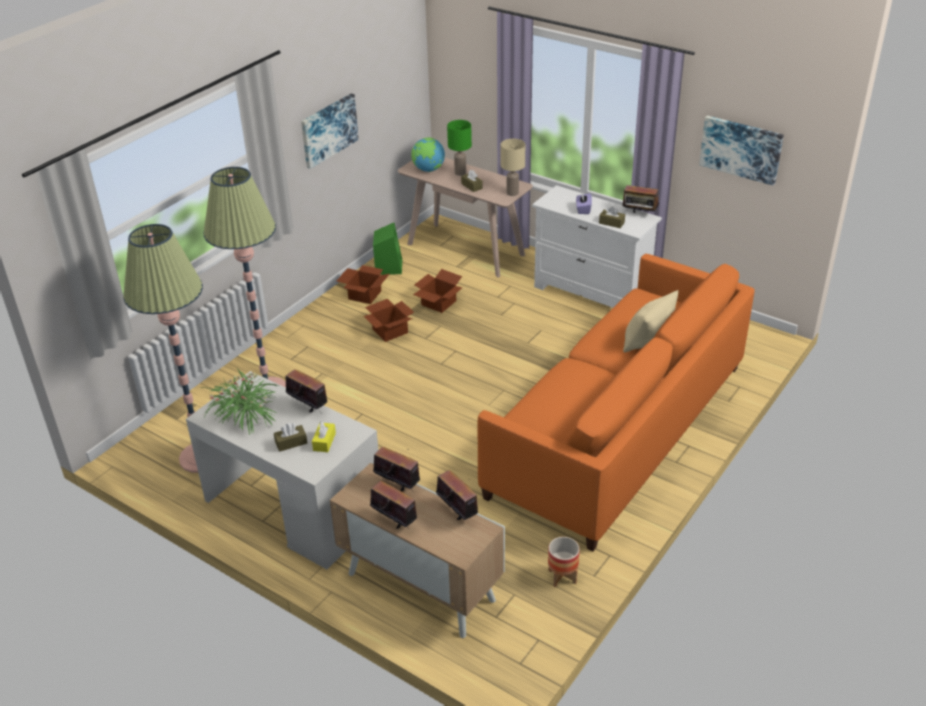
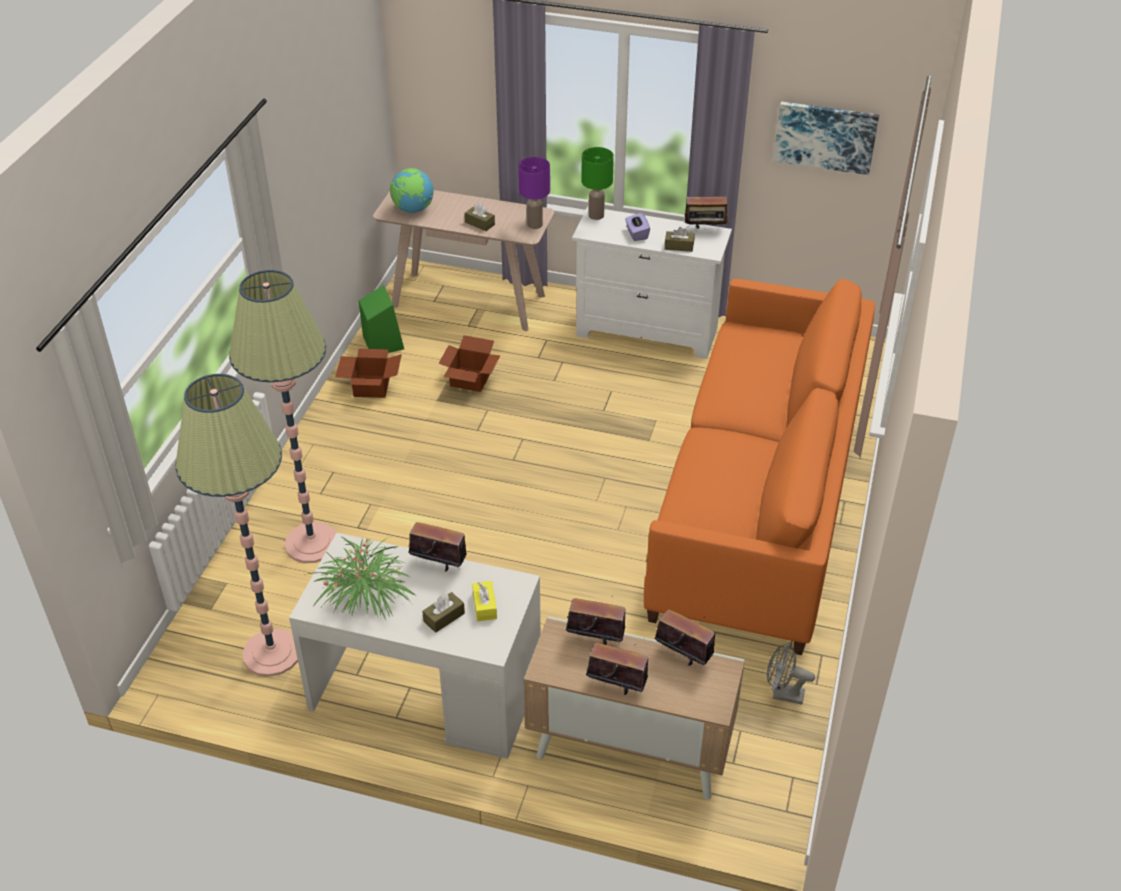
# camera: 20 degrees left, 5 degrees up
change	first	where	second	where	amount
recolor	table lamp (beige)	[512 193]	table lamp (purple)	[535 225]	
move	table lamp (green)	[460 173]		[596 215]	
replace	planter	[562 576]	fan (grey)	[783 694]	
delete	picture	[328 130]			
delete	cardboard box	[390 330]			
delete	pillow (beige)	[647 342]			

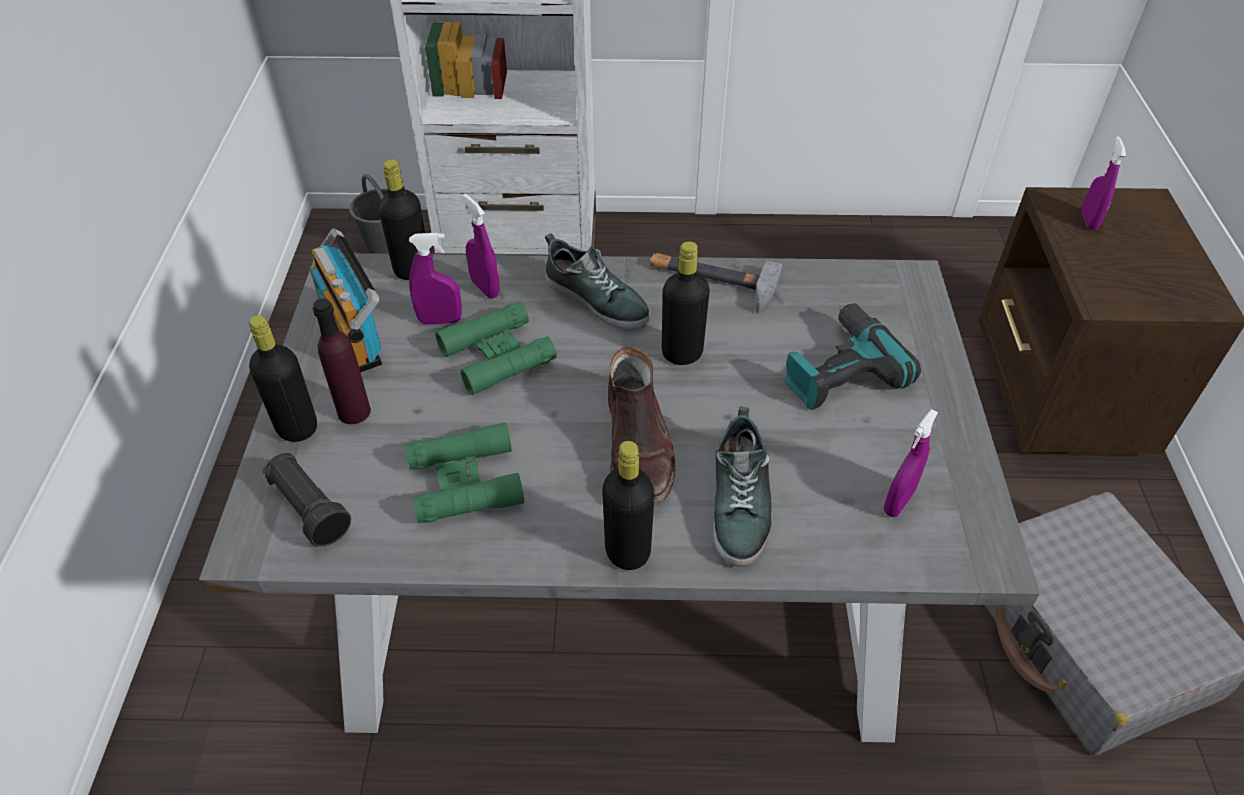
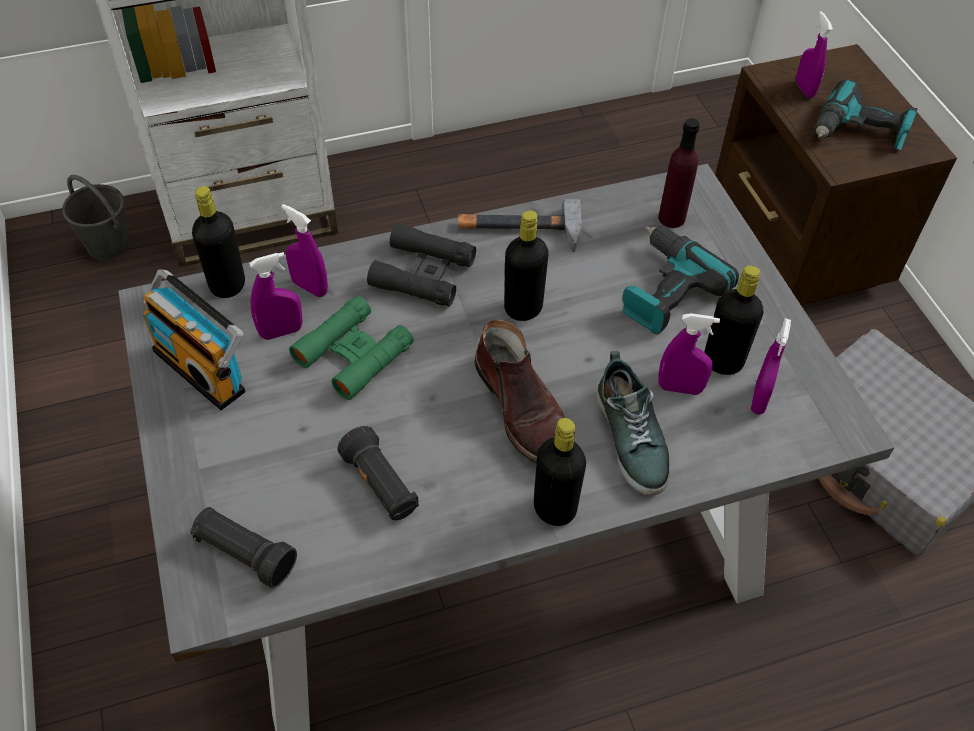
# camera: 20 degrees left, 5 degrees up
change	first	where	second	where	amount
replace	binoculars (green)	[465 481]	flashlight (black)	[381 485]	
replace	shoe	[597 299]	binoculars (black)	[423 273]	
move	bottle (purple)	[354 412]		[671 218]	
insert			spray bottle (purple)	[680 388]	
move	bottle (black)	[297 428]		[723 361]	
insert			power drill	[859 132]	

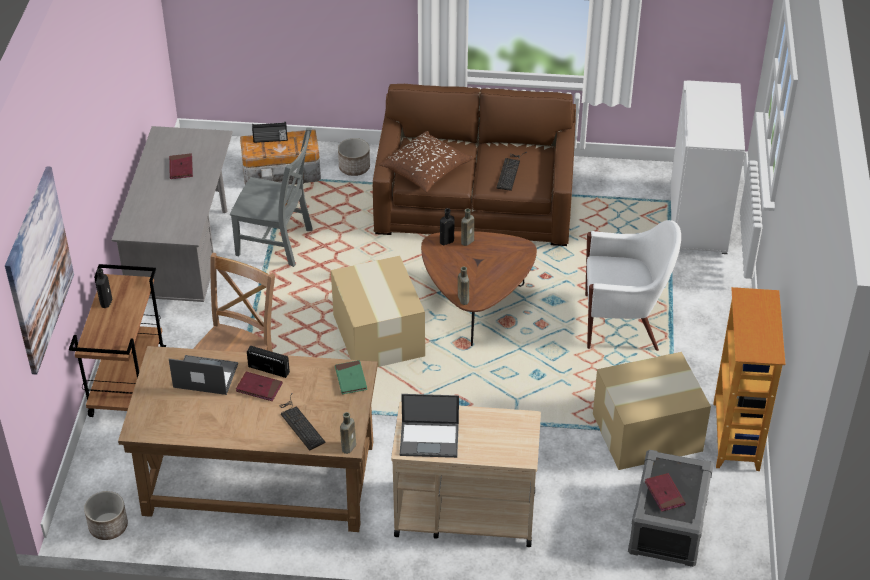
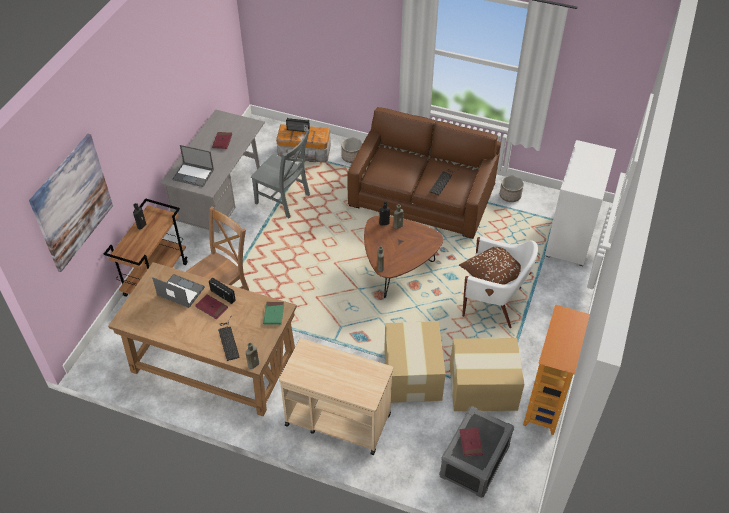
# camera: 15 degrees right, 5 degrees up
change	first	where	second	where	amount
move	laptop	[430 439]		[194 174]	
move	cardboard box	[378 337]		[412 375]	
move	pillow (brown)	[426 170]		[493 274]	
move	planter	[109 526]		[510 196]	

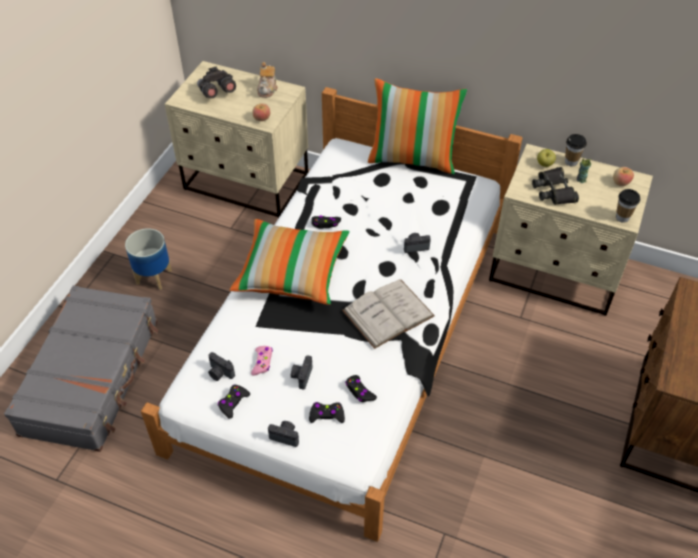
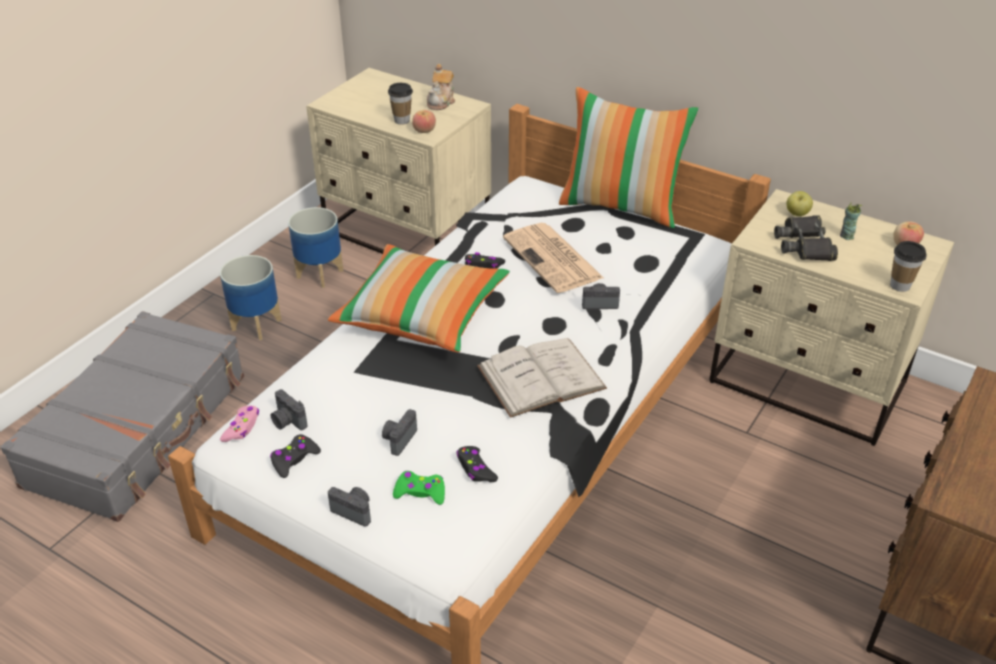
# camera: 10 degrees right, 10 degrees down
change	first	where	second	where	amount
move	game controller (pink)	[262 362]		[242 428]	
insert			planter	[320 273]	
move	cup	[571 162]		[402 120]	
recolor	game controller (black)	[326 415]	game controller (green)	[420 492]	
insert			newspaper	[554 259]	
delete	binoculars (grey)	[216 93]			

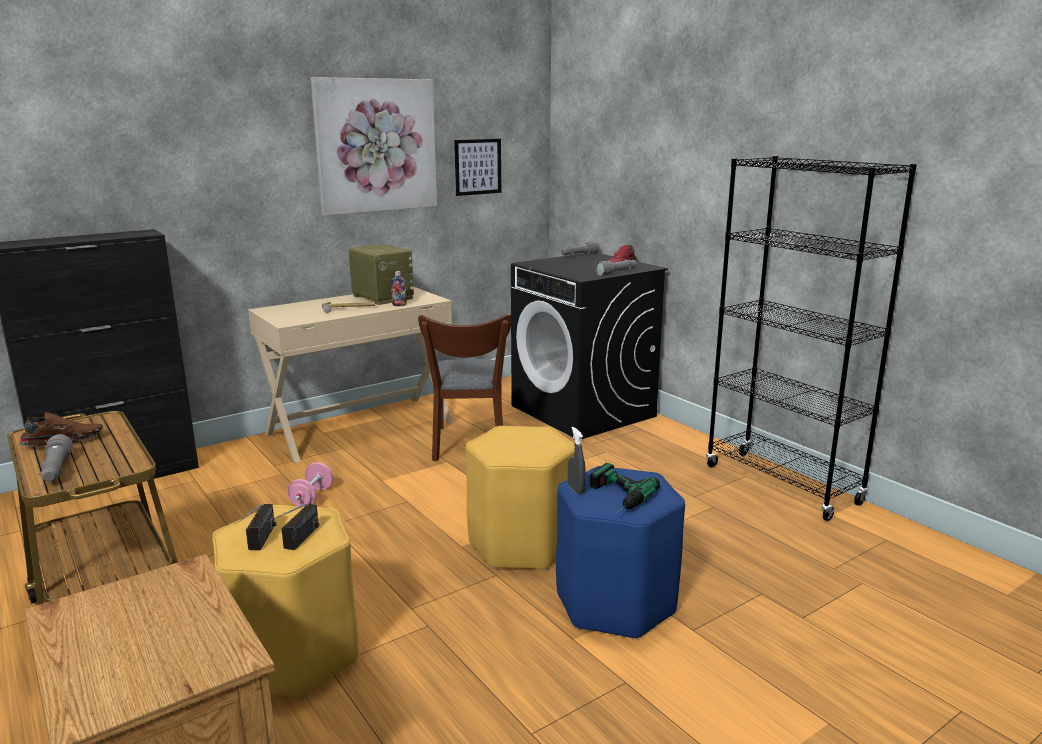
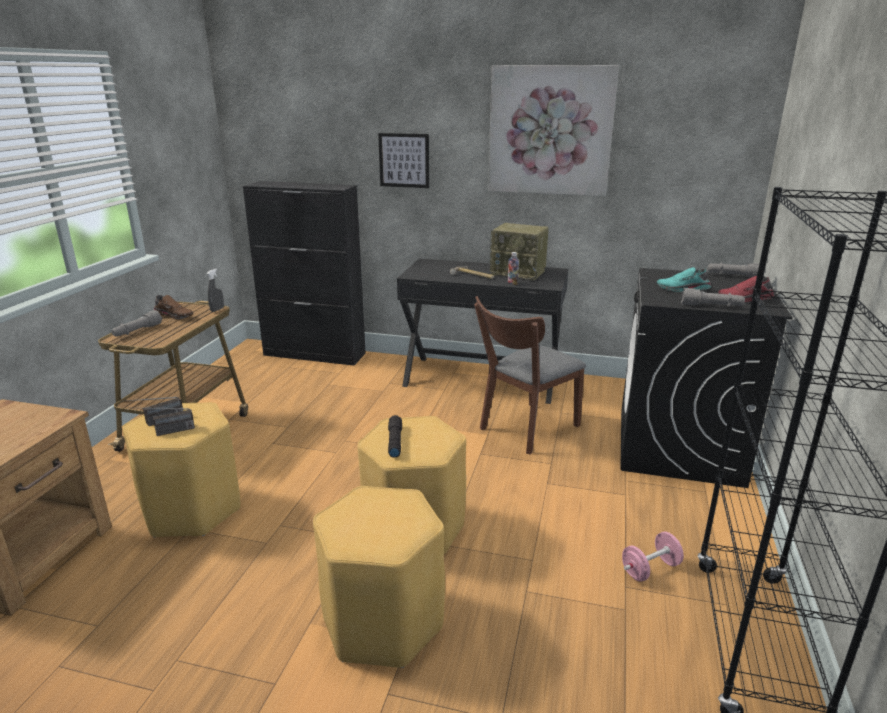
# camera: 50 degrees right, 5 degrees up
change	first	where	second	where	amount
move	spray bottle (grey)	[576 489]		[217 309]	
recolor	stool (blue)	[616 603]	stool (yellow)	[383 623]	
move	picture	[478 167]		[404 160]	
insert			flashlight (black)	[394 441]	
recolor	desk (beige)	[360 427]	desk (black)	[482 379]	
rotate	radio	[381 297]		[519 272]	105 degrees clockwise
move	dumbbell (pink)	[311 497]		[650 569]	
insert			shoe (turquoise)	[683 289]	
delete	power drill	[615 497]			

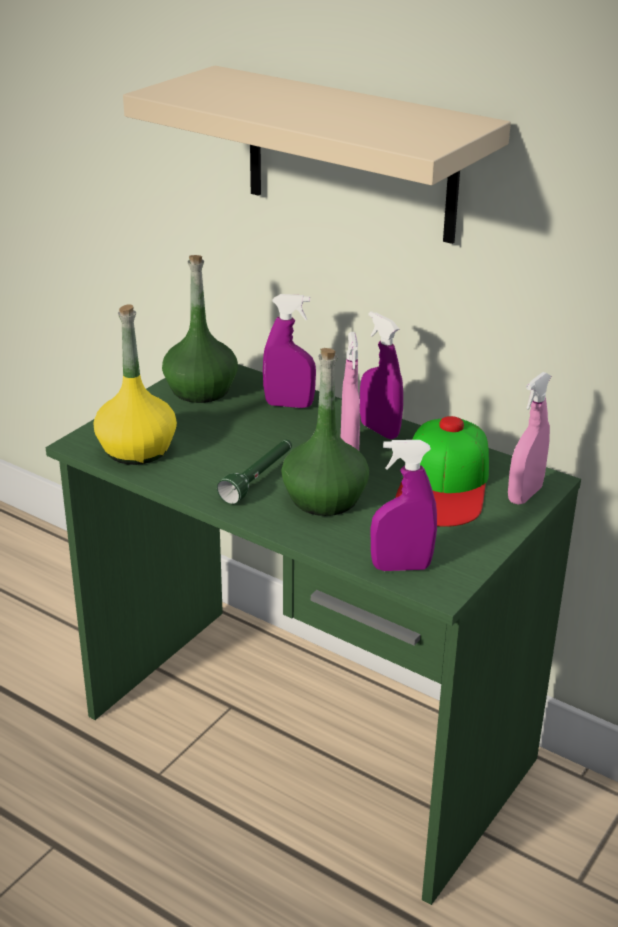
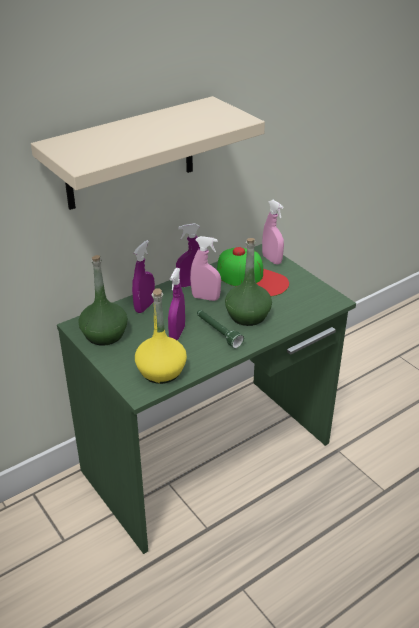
# camera: 70 degrees left, 5 degrees up
change	first	where	second	where	amount
move	spray bottle (purple)	[401 567]		[177 333]	

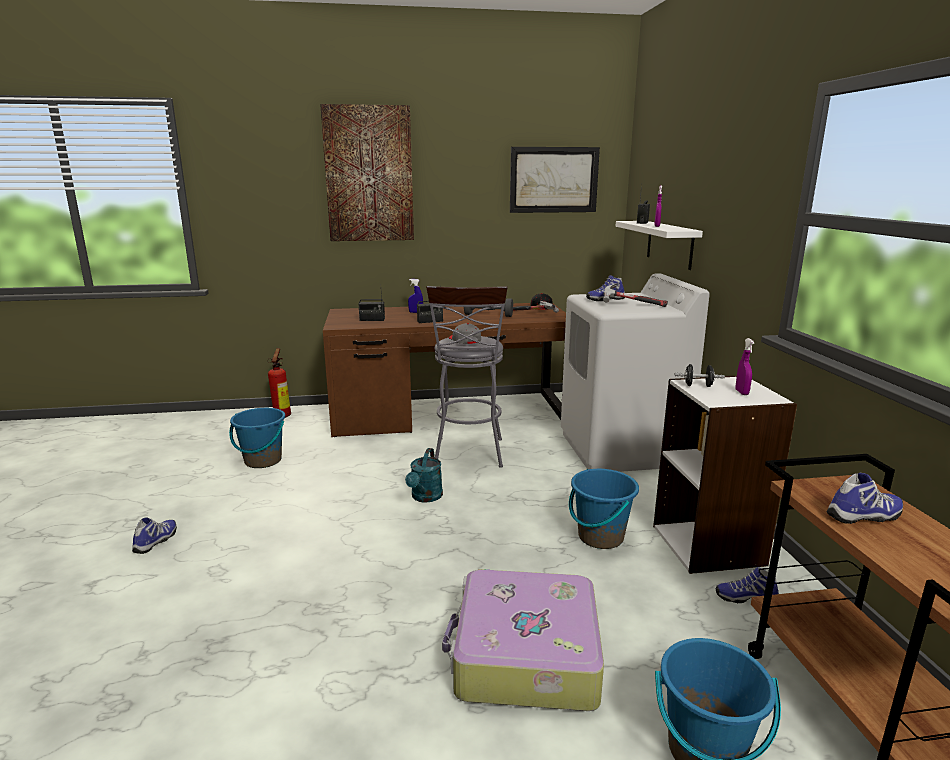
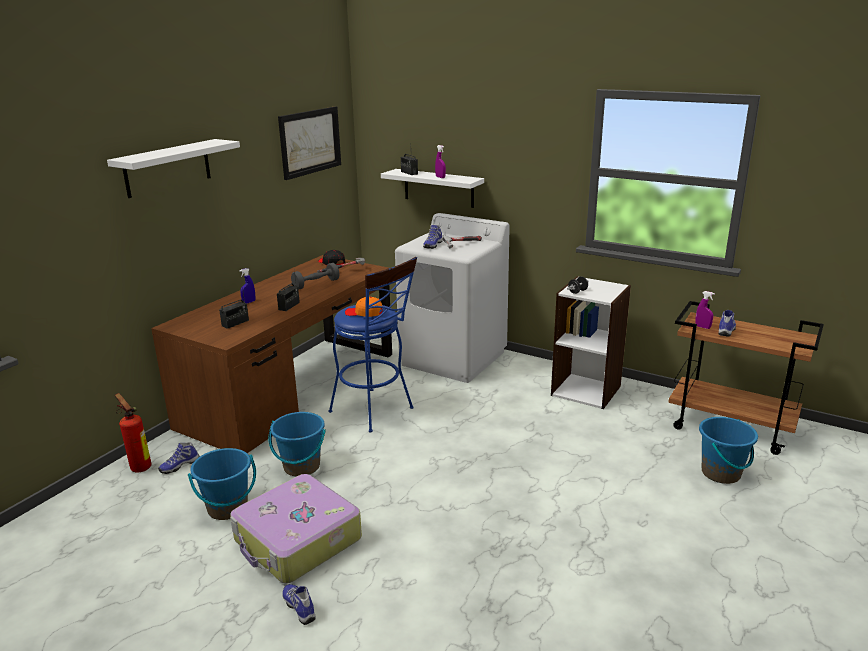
# camera: 50 degrees left, 5 degrees up
change	first	where	second	where	amount
replace	picture	[369 174]	shelf (white)	[168 168]	
move	shoe	[745 597]		[179 465]	
move	suitcase	[524 656]		[297 541]	
move	bucket (blue)	[600 537]		[301 467]	
recolor	stool (grey)	[469 455]	stool (blue)	[376 412]	
recolor	cap (grey)	[464 340]	cap (orange)	[364 313]	
move	spray bottle (purple)	[741 392]		[702 327]	
delete	watering can (turquoise)	[425 497]			

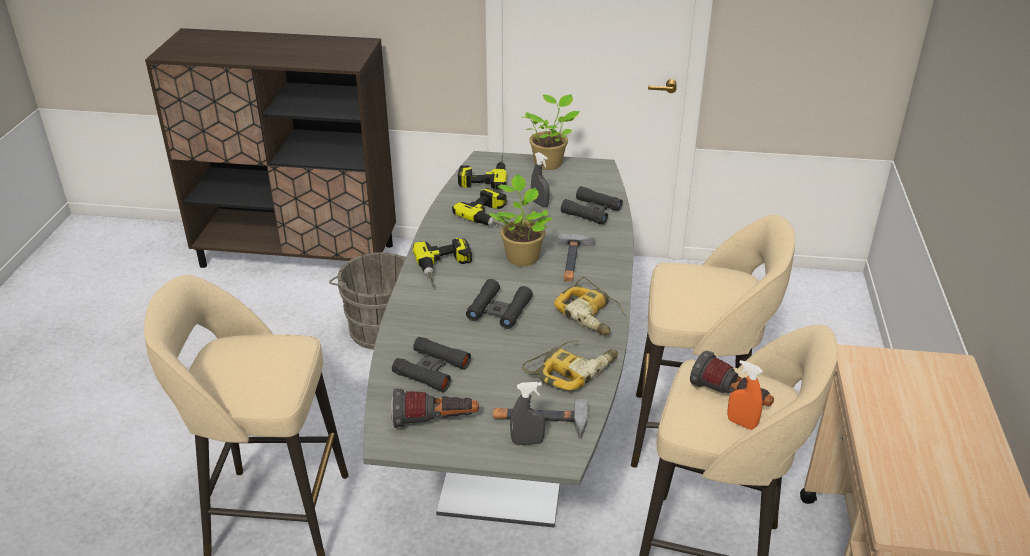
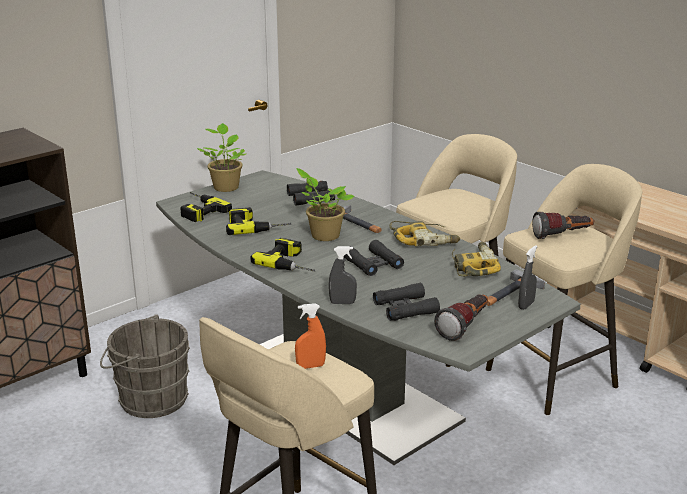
# camera: 50 degrees left, 10 degrees down
change	first	where	second	where	amount
move	spray bottle (orange)	[741 423]		[310 366]	
move	spray bottle (grey)	[539 204]		[342 303]	

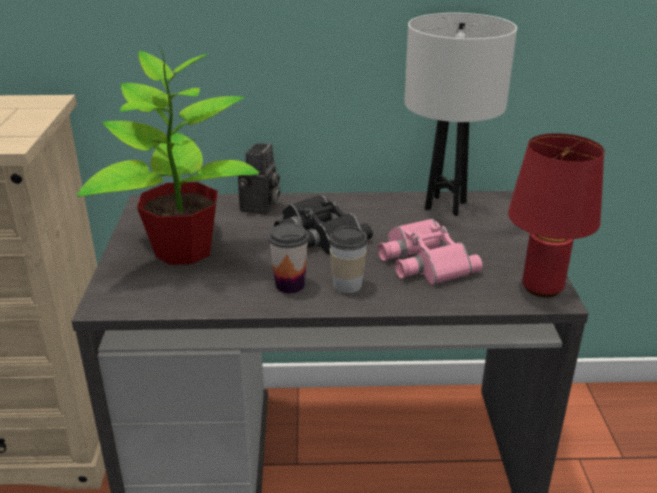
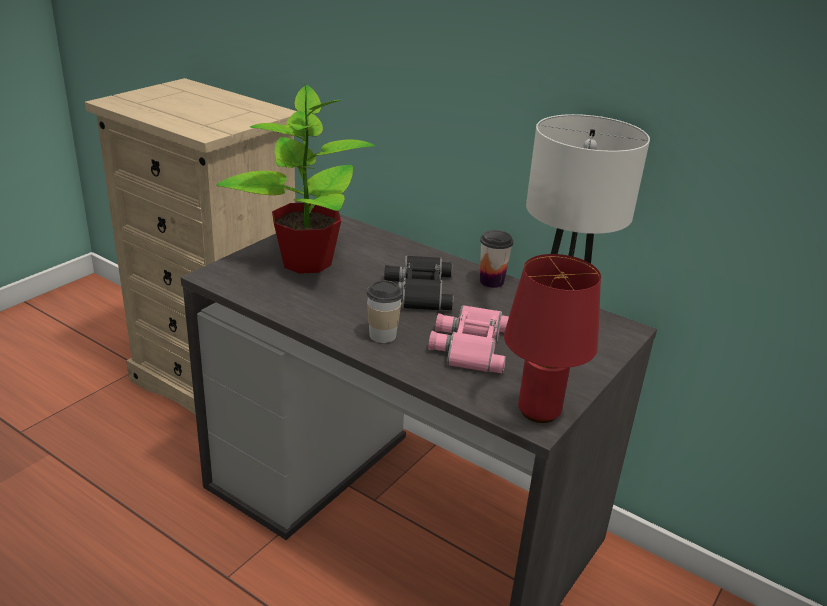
# camera: 35 degrees right, 0 degrees up
change	first	where	second	where	amount
move	cup	[290 285]		[491 282]	
delete	photo camera	[260 208]			

